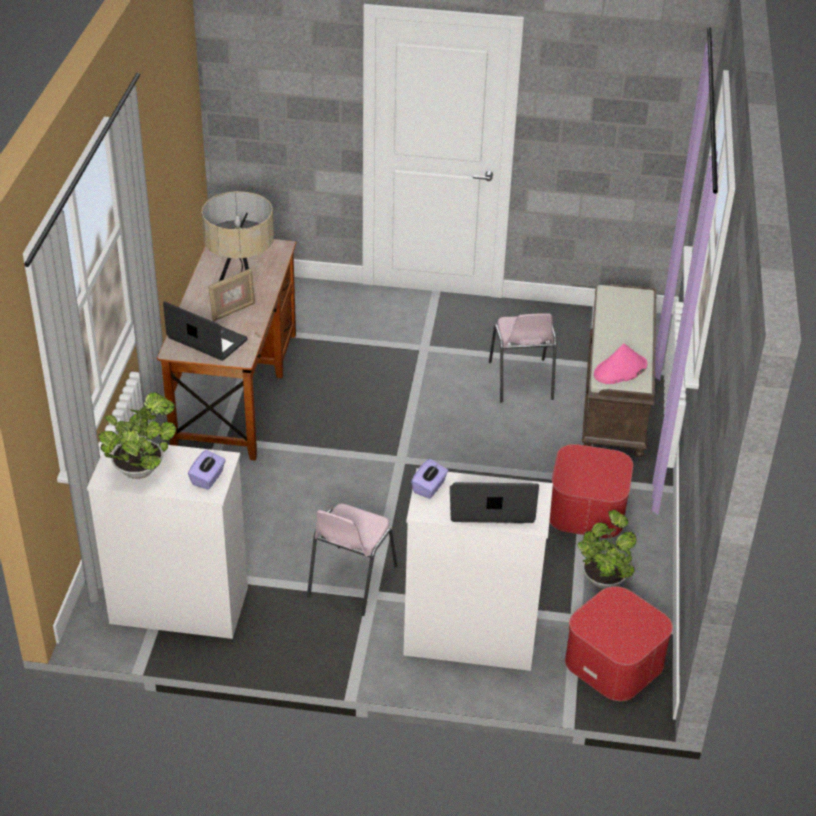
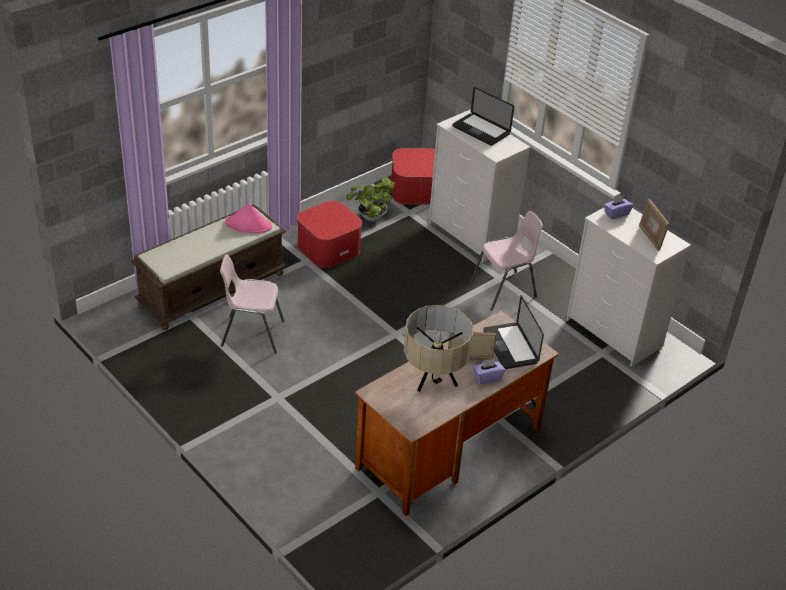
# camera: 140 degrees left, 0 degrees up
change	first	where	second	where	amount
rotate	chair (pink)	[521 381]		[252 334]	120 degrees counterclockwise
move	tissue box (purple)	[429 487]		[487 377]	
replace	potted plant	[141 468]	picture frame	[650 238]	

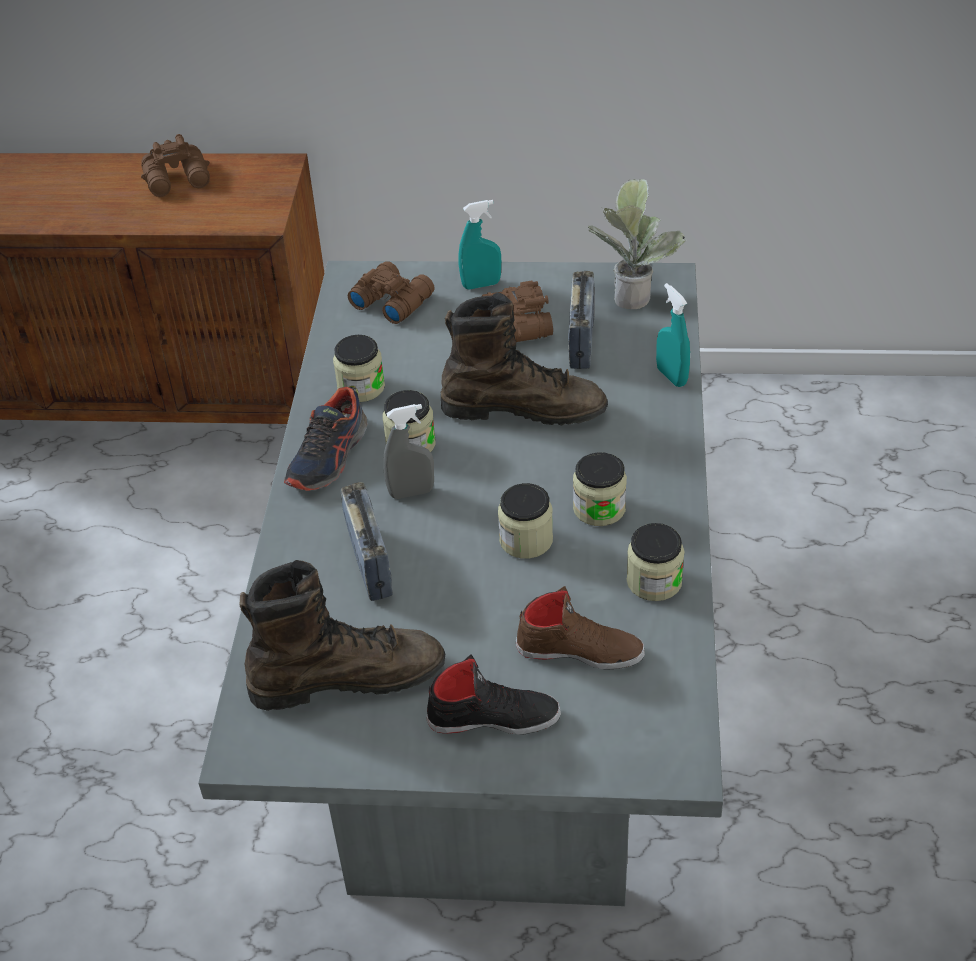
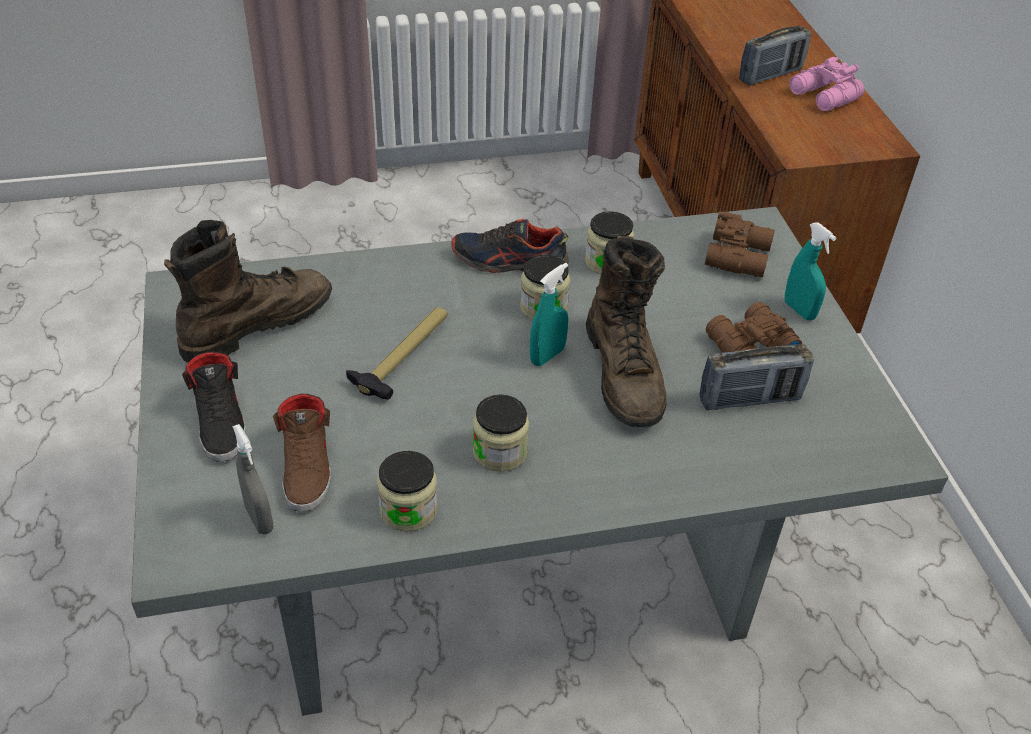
# camera: 70 degrees right, 0 degrees up
change	first	where	second	where	amount
rotate	boot (brown)	[347 677]		[256 325]	105 degrees counterclockwise
move	spray bottle (grey)	[411 492]		[259 518]	
insert			hammer	[403 356]	
move	spray bottle (turquoise)	[671 376]		[547 356]	
move	radio	[370 563]		[770 75]	
recolor	binoculars (brown)	[179 180]	binoculars (pink)	[823 97]	
delete	jar	[526 540]			
delete	potted plant	[632 293]			

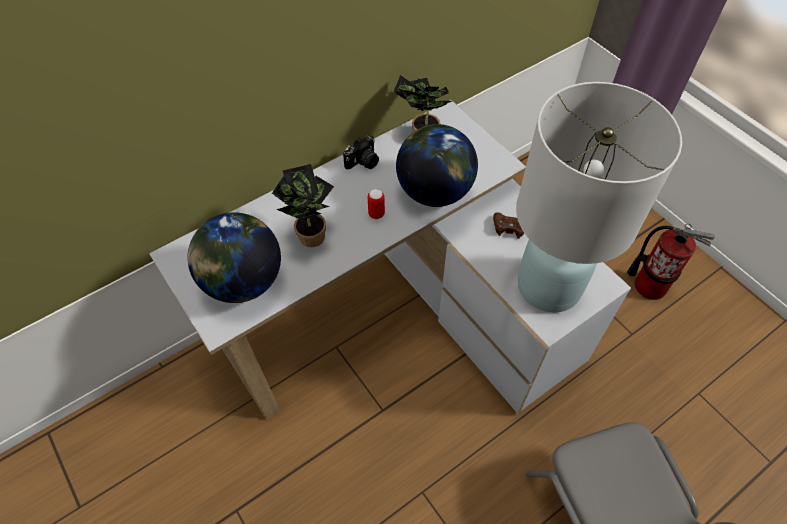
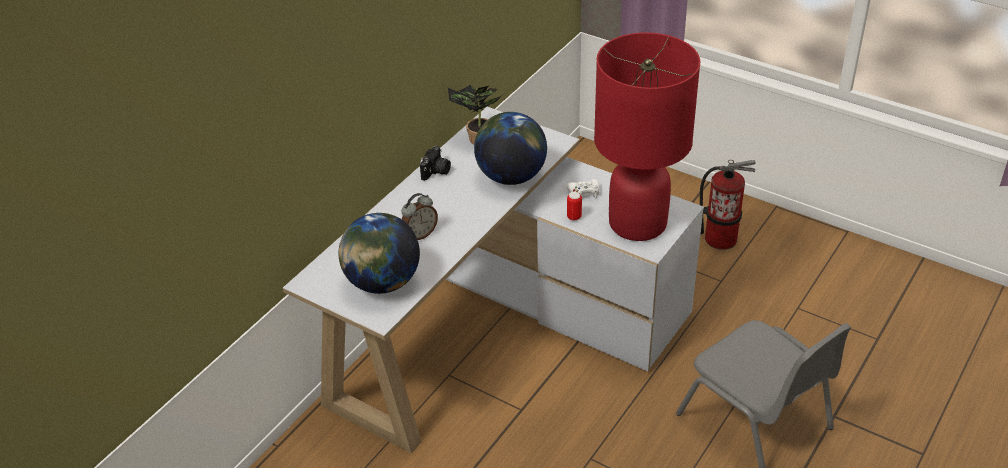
# camera: 20 degrees left, 15 degrees down
change	first	where	second	where	amount
replace	potted plant	[309 234]	alarm clock	[420 234]	
recolor	game controller (brown)	[509 227]	game controller (white)	[584 192]	
move	can	[376 214]		[574 217]	
recolor	table lamp (white)	[549 286]	table lamp (red)	[638 223]	

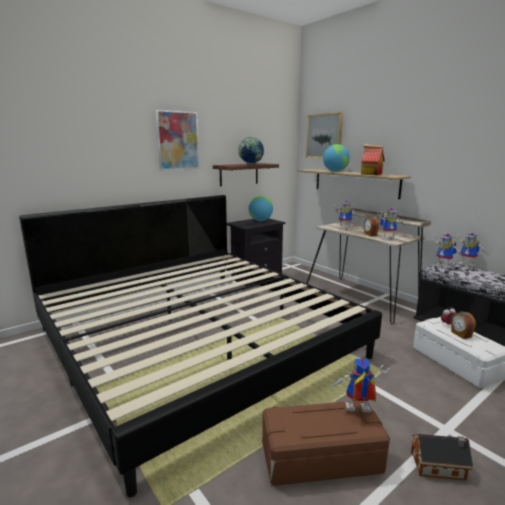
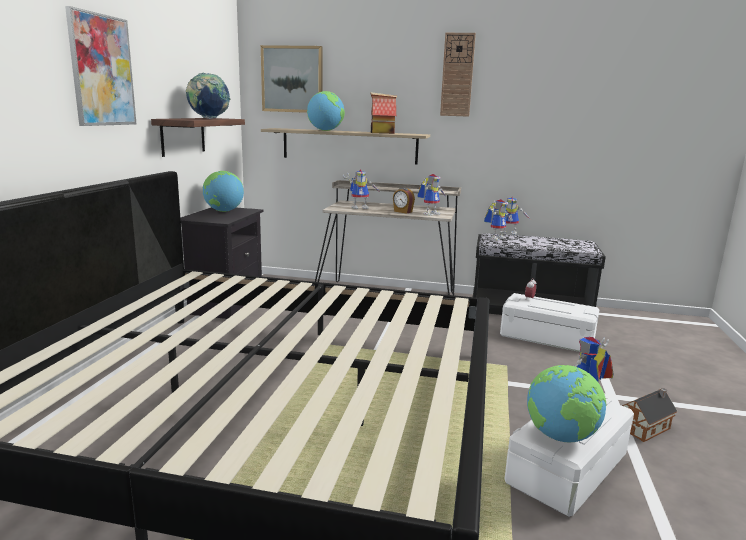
# camera: 40 degrees left, 0 degrees up
change	first	where	second	where	amount
insert			wall clock	[457 75]	
rotate	toy robot	[445 266]		[496 238]	60 degrees counterclockwise
recolor	storage box (brown)	[320 458]	storage box (white)	[568 469]	
insert			globe	[561 436]	
delete	alarm clock	[460 334]			

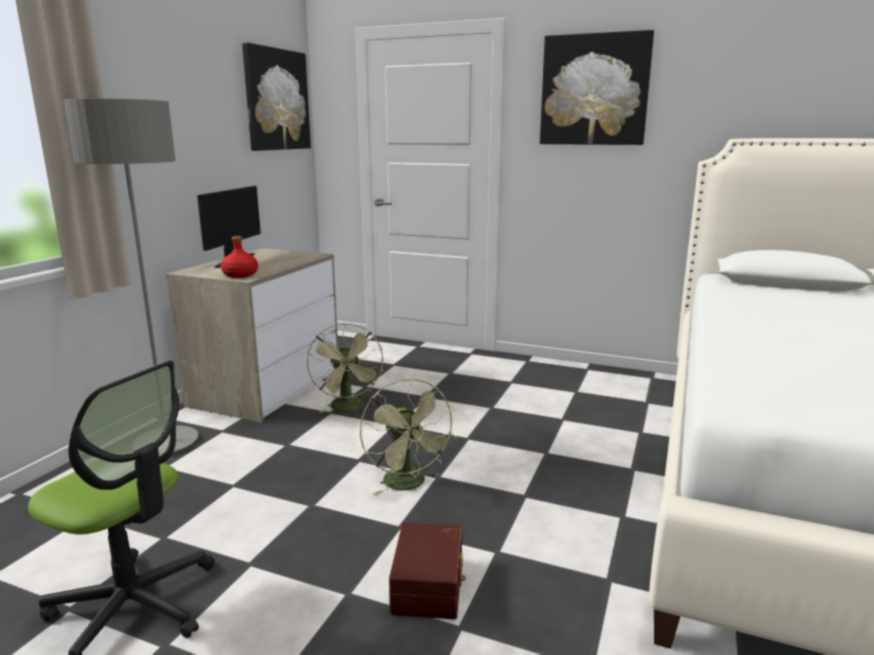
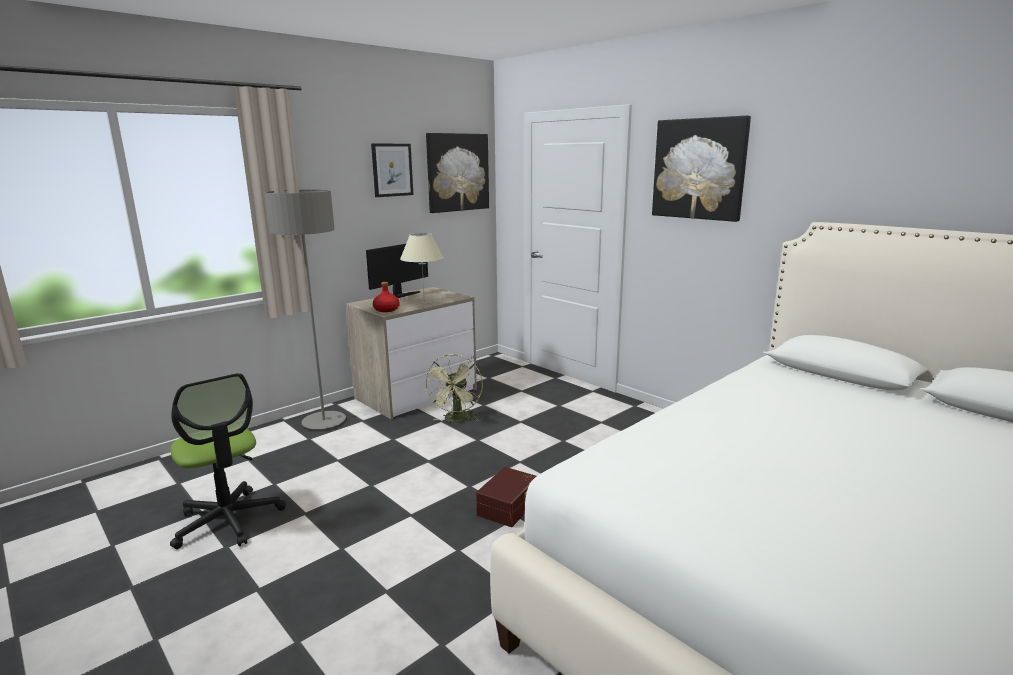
# camera: 25 degrees right, 0 degrees up
change	first	where	second	where	amount
insert			picture	[392 170]	
insert			table lamp (beige)	[424 301]	
move	storage box (brown)	[430 585]		[509 507]	
delete	fan (green)	[409 485]			

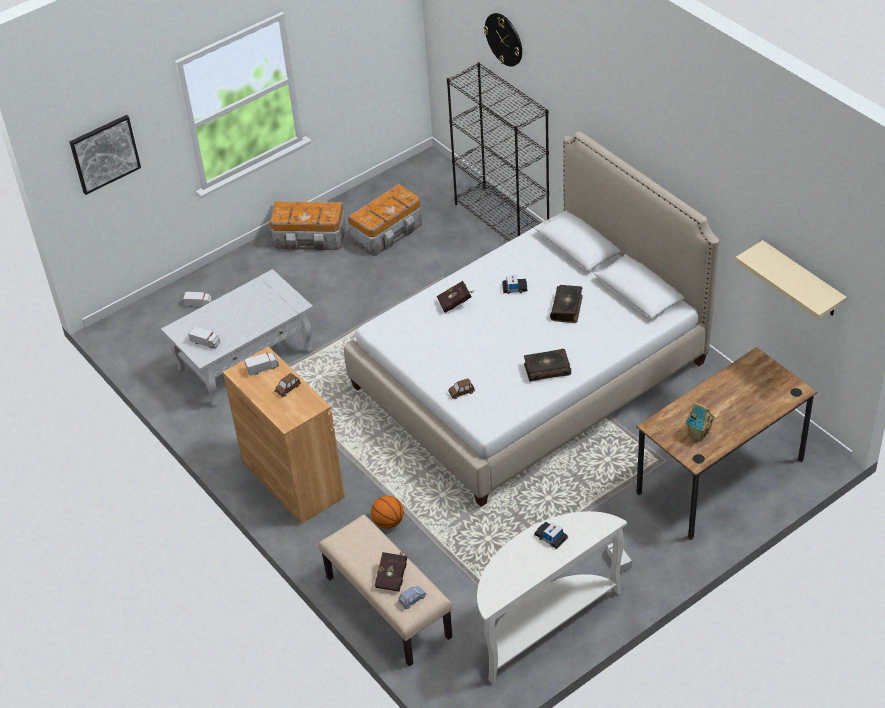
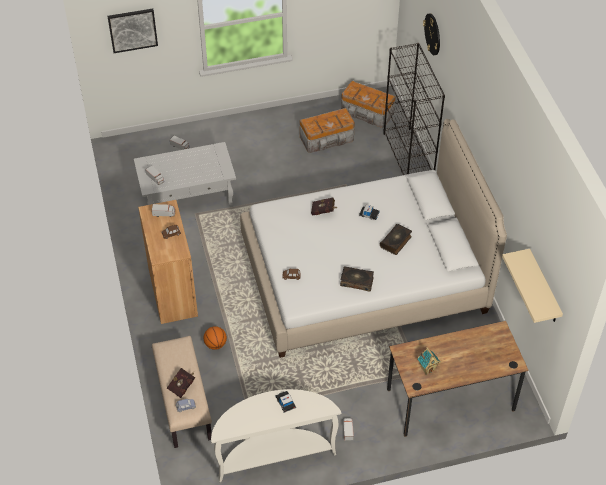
# camera: 20 degrees right, 5 degrees up
change	first	where	second	where	amount
move	storage box	[310 238]		[367 113]	

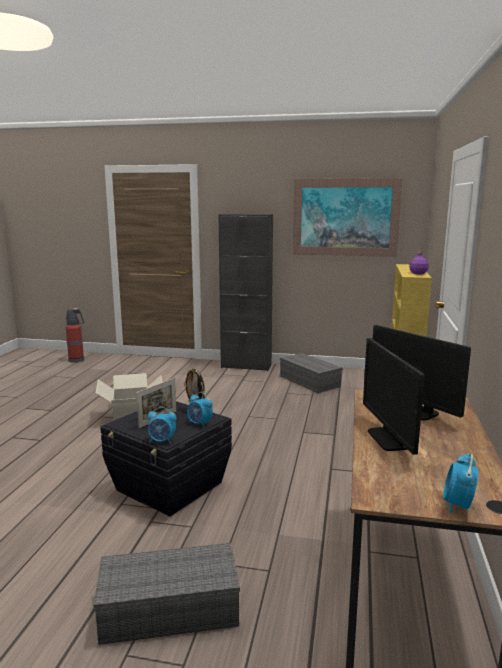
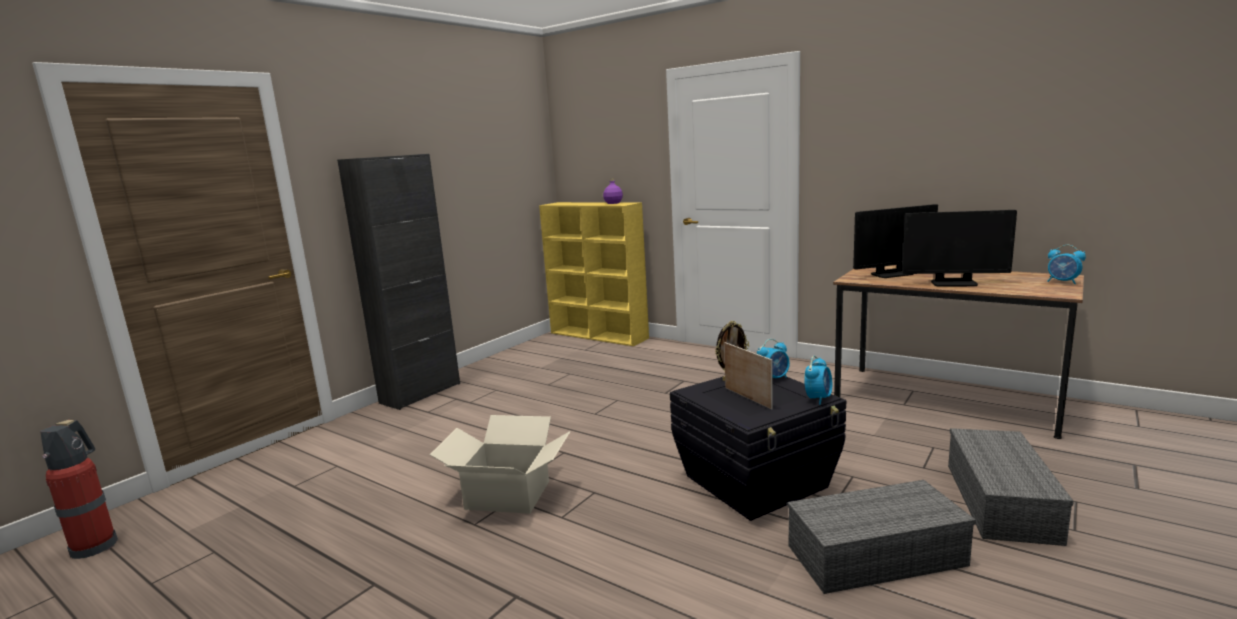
# camera: 65 degrees left, 0 degrees up
change	first	where	second	where	amount
move	storage box (grey)	[310 381]		[877 554]	
delete	picture	[345 217]			

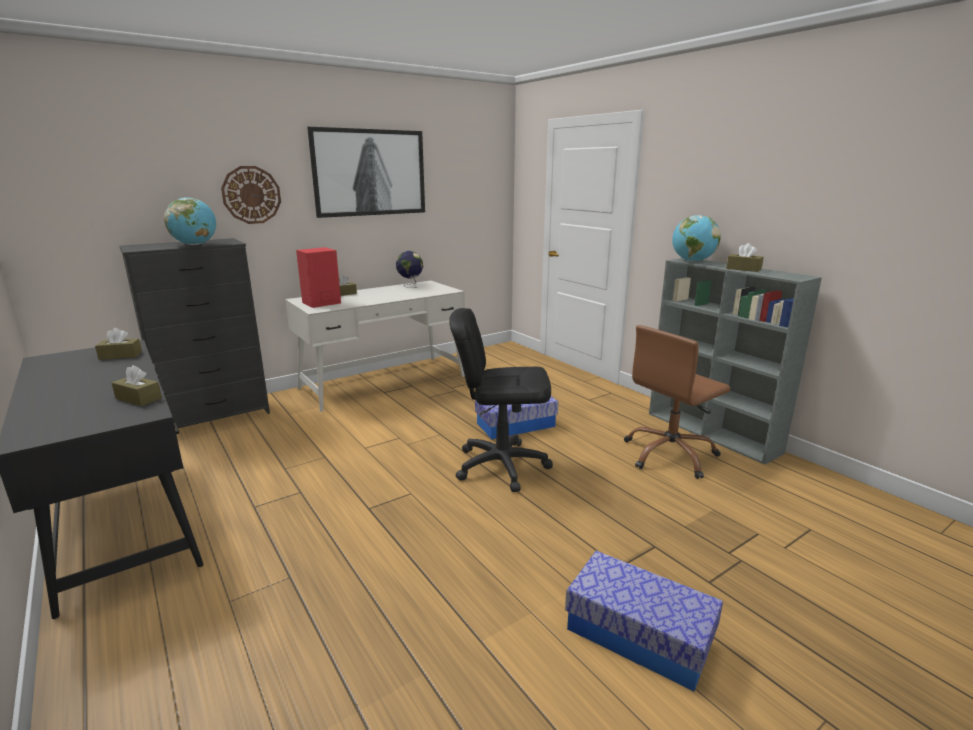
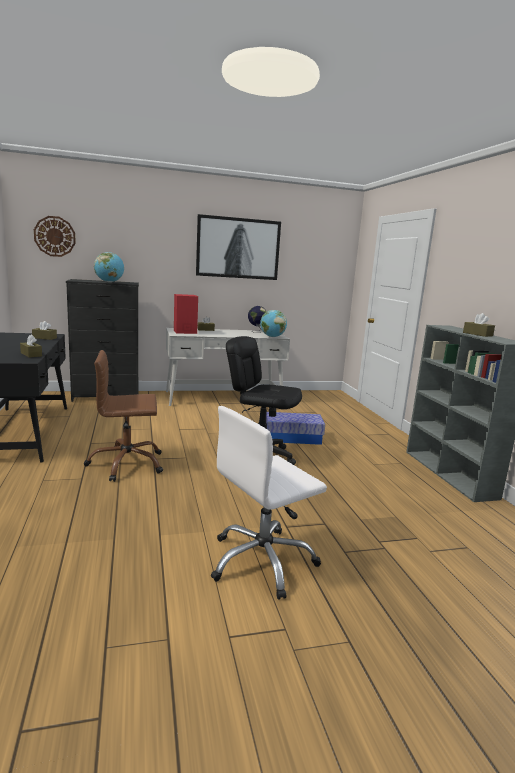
# camera: 20 degrees right, 5 degrees down
change	first	where	second	where	amount
move	wall clock	[251 195]		[55 236]	
move	office chair (brown)	[670 455]		[126 464]	
replace	storage box	[638 635]	office chair (white)	[262 561]	
move	globe	[692 261]		[272 337]	

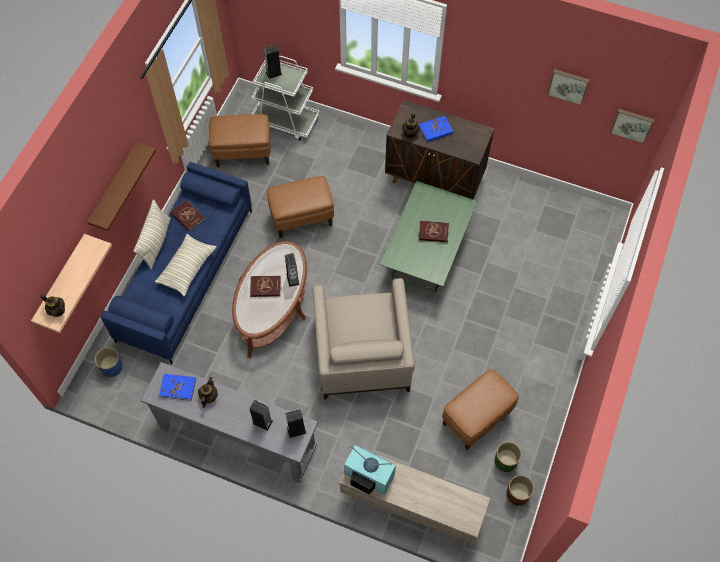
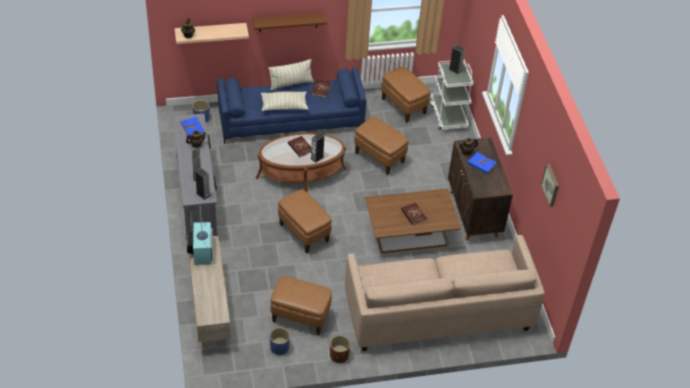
# camera: 55 degrees right, 15 degrees down
change	first	where	second	where	amount
recolor	planter (green)	[505 461]	planter (blue)	[279 347]	
replace	armchair (beige)	[362 352]	ottoman (brown)	[303 233]	
move	planter (brown)	[517 494]		[339 355]	
insert			sofa (beige)	[437 312]	
recolor	coffee table (green)	[426 253]	coffee table (brown)	[408 235]	
delete	picture	[632 124]			

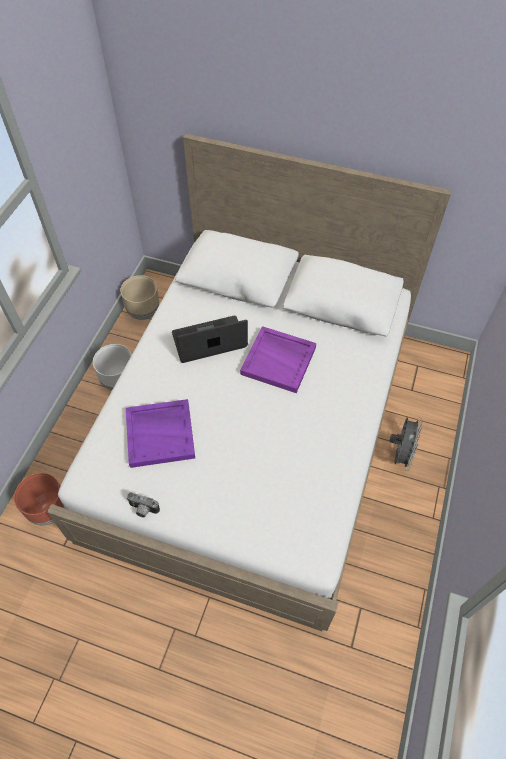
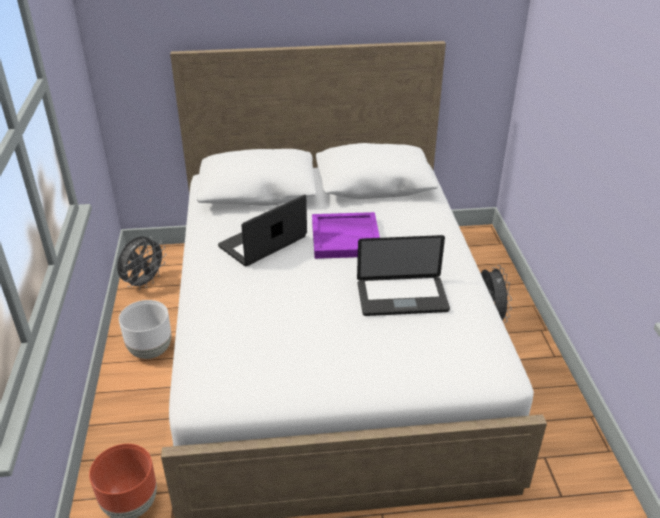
# camera: 25 degrees left, 20 degrees down
change	first	where	second	where	amount
replace	planter (beige)	[144 312]	fan (grey)	[144 282]	
insert			laptop	[402 297]	
delete	tray (purple)	[161 434]			
delete	photo camera	[143 510]			

